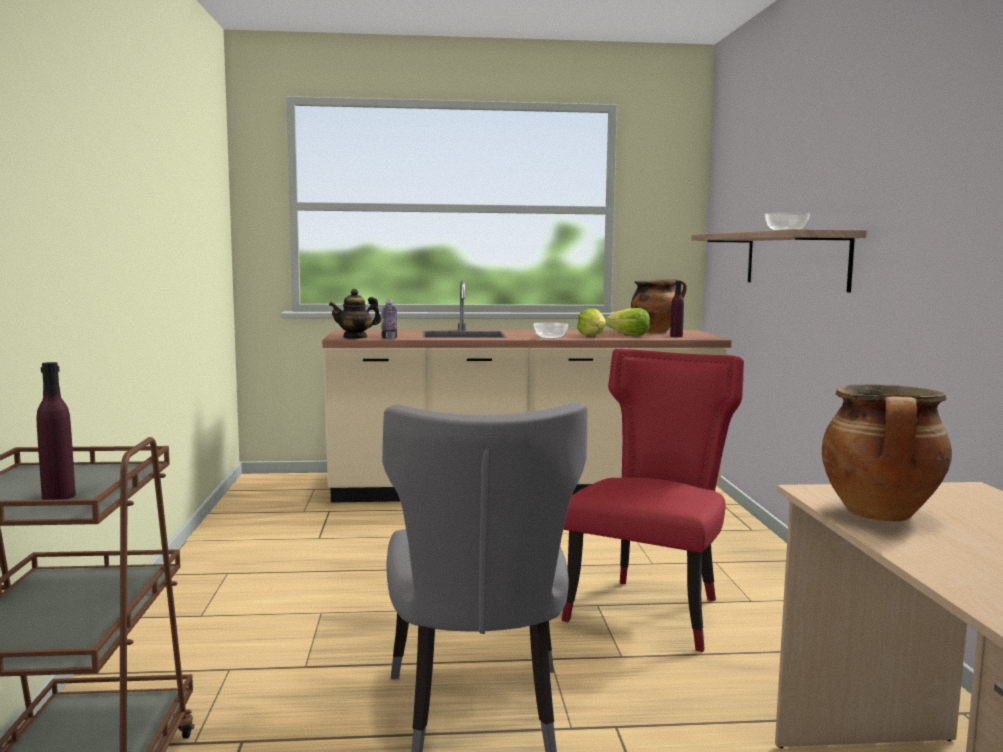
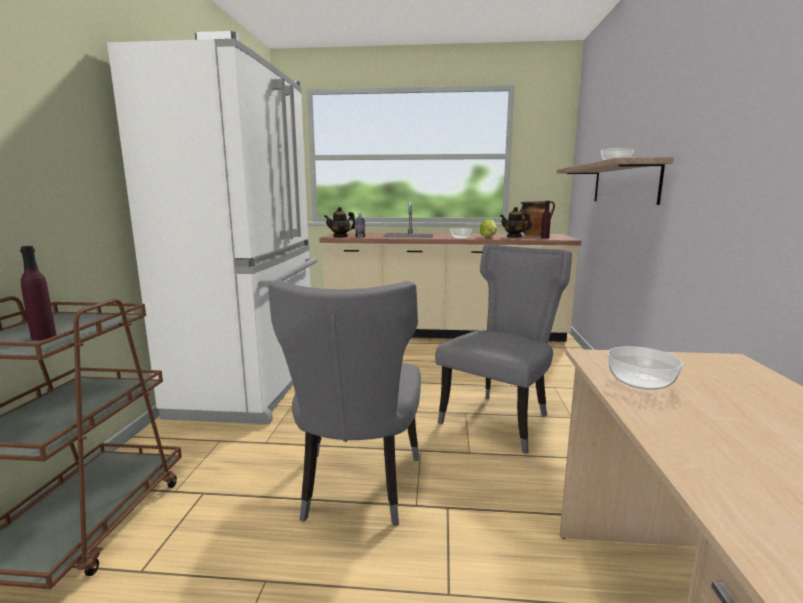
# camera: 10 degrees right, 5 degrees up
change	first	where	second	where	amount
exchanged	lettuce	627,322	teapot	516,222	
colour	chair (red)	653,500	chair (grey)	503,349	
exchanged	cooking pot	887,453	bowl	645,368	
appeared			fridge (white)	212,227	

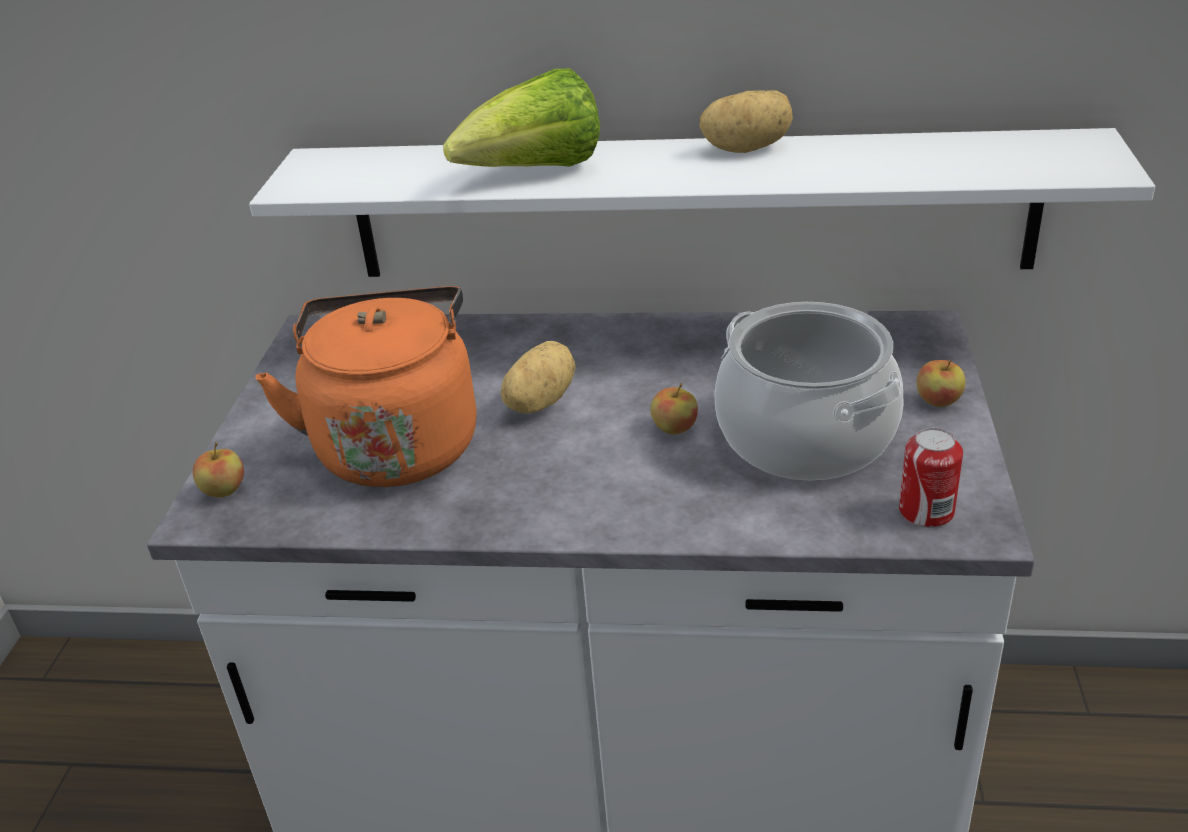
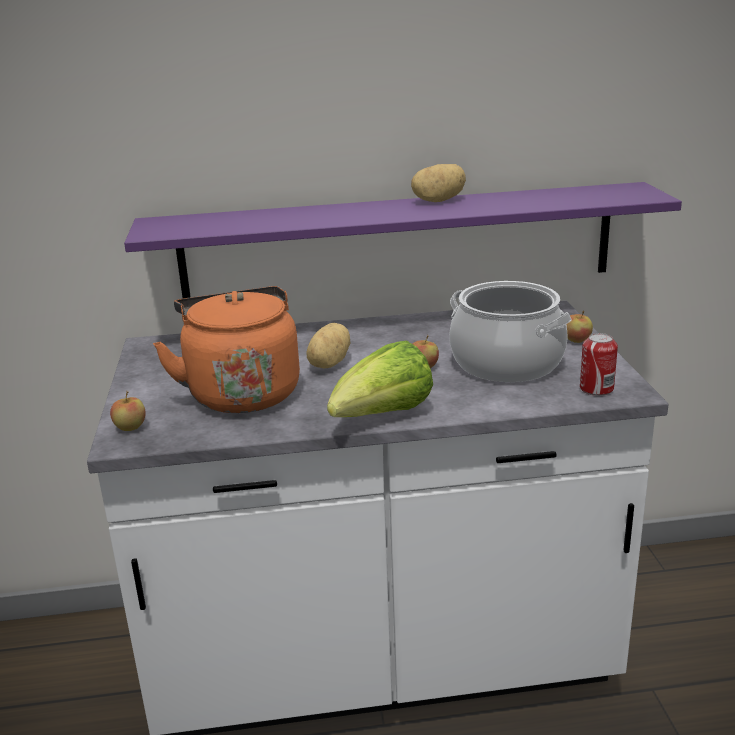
# camera: 15 degrees left, 10 degrees down
change	first	where	second	where	amount
relocated	lettuce	521,117		380,378	
colour	shelf (white)	702,202	shelf (purple)	403,240	

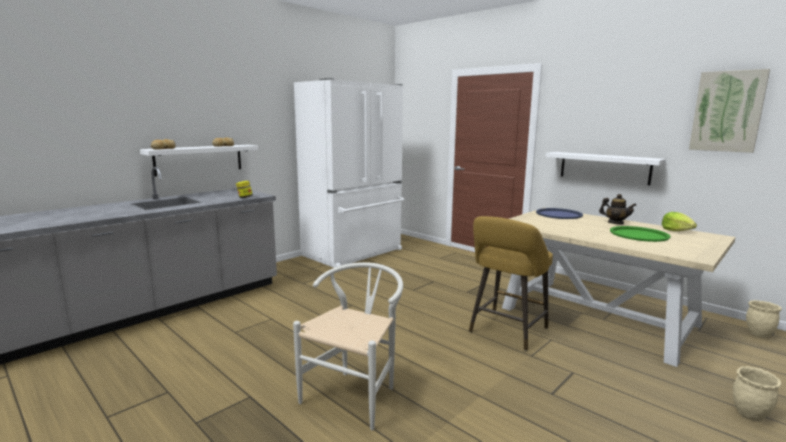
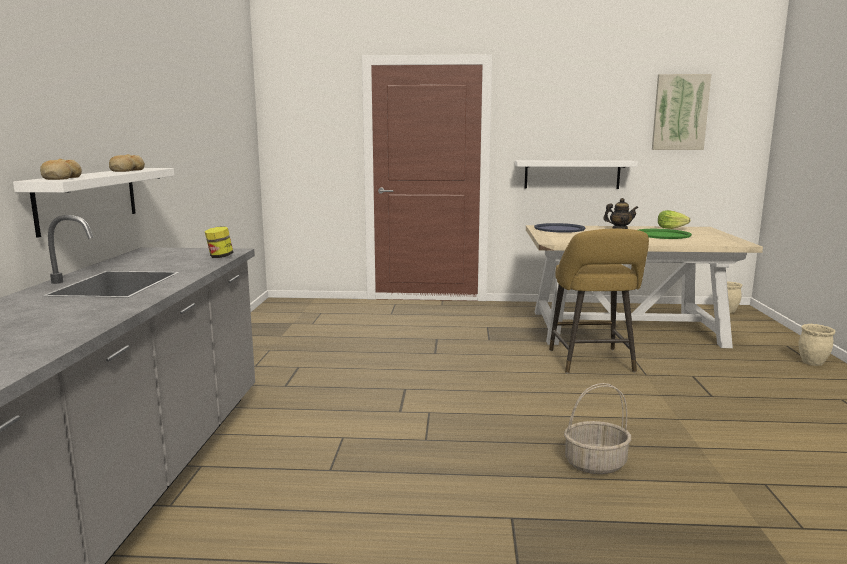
# camera: 40 degrees left, 0 degrees up
change	first	where	second	where	amount
missing	fridge (white)	349,173			
exchanged	chair (white)	348,346	basket	597,428	

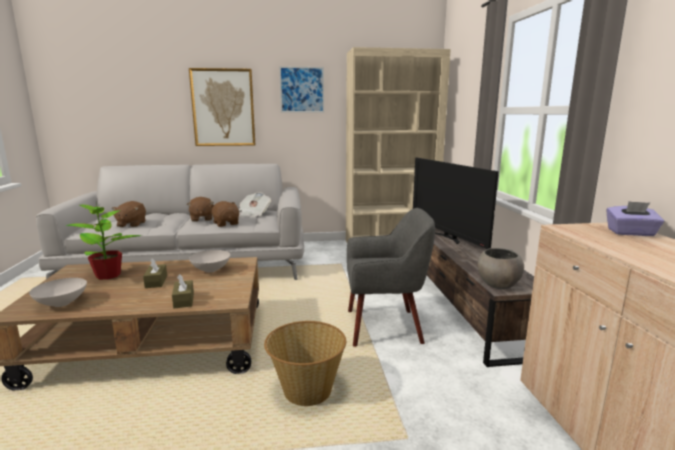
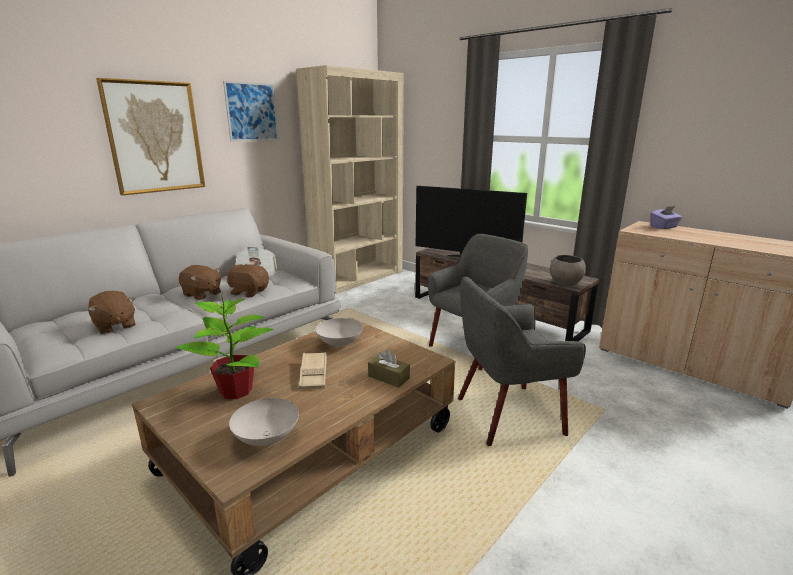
# camera: 40 degrees left, 5 degrees up
change	first	where	second	where	amount
exchanged	tissue box (brown)	155,273	tray (beige)	313,370	
exchanged	basket	305,363	armchair (grey)	522,361	

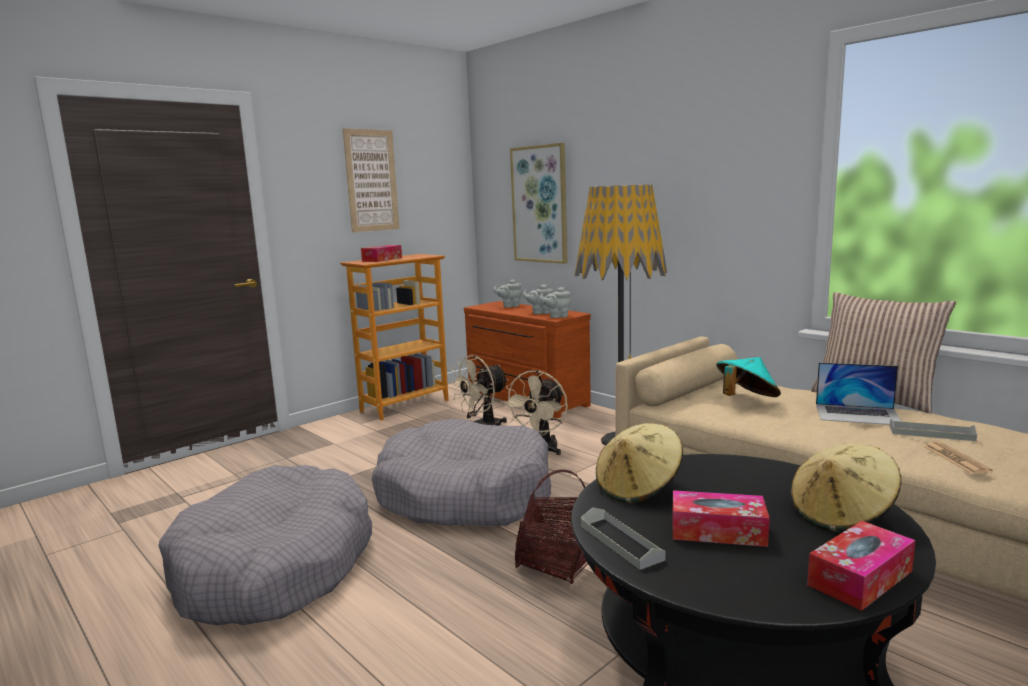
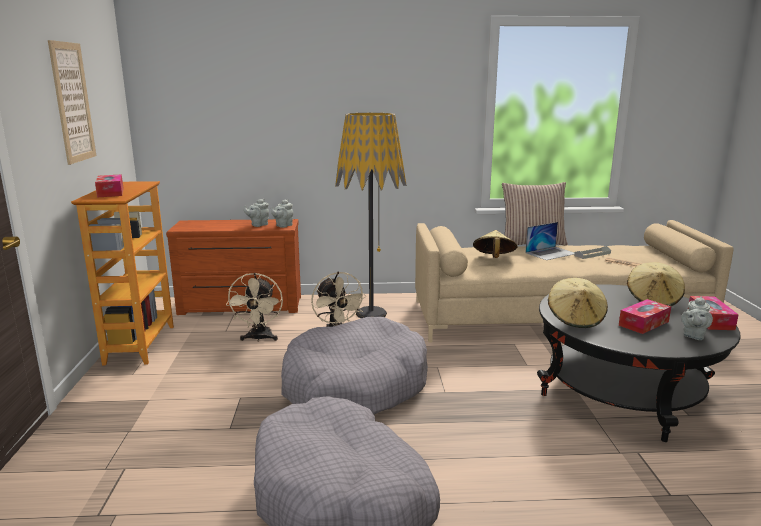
# camera: 50 degrees left, 5 degrees up
change	first	where	second	where	amount
missing	picture	539,203			
relocated	teapot (grey)	507,293		697,318	
colour	hat (turquoise)	748,377	hat (beige)	495,244	
missing	basket	551,526			
missing	tray (grey)	623,538			

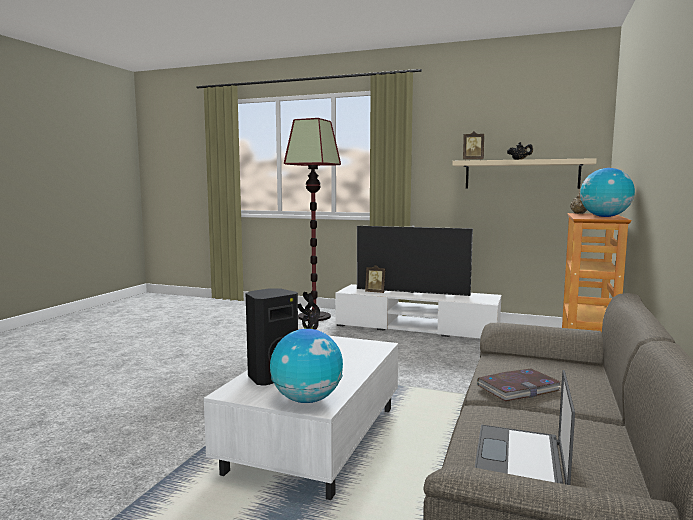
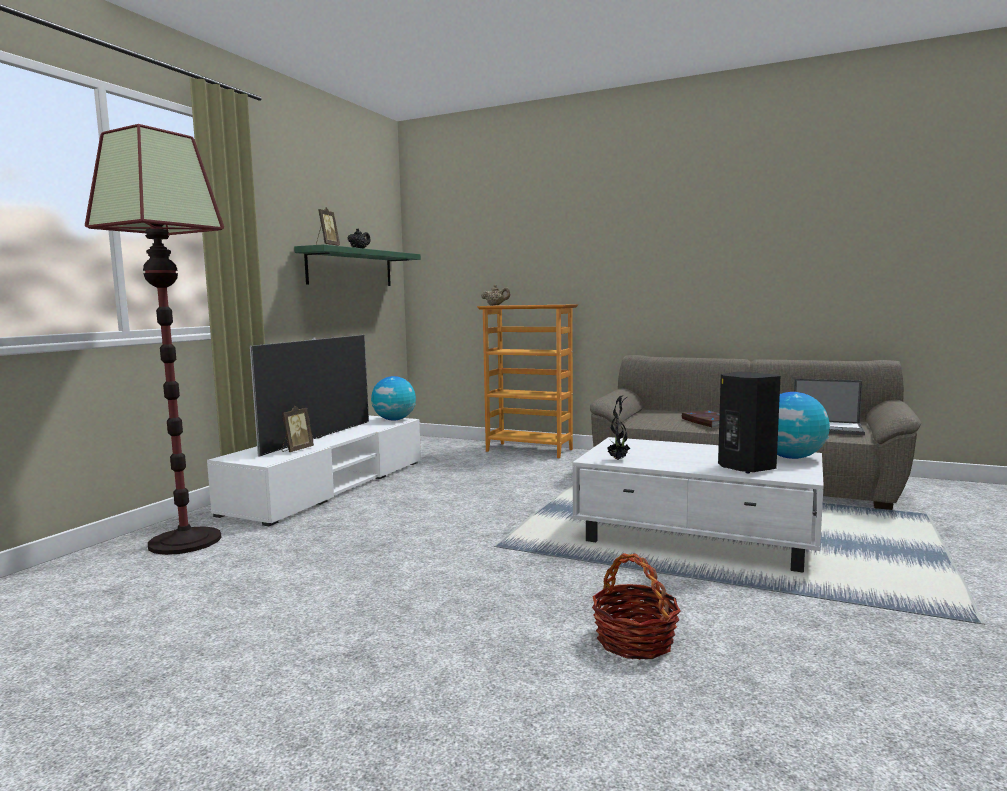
# camera: 85 degrees left, 0 degrees up
change	first	where	second	where	amount
colour	shelf (beige)	524,173	shelf (green)	357,265	
relocated	globe	607,192		393,398	
appeared			basket	636,606	

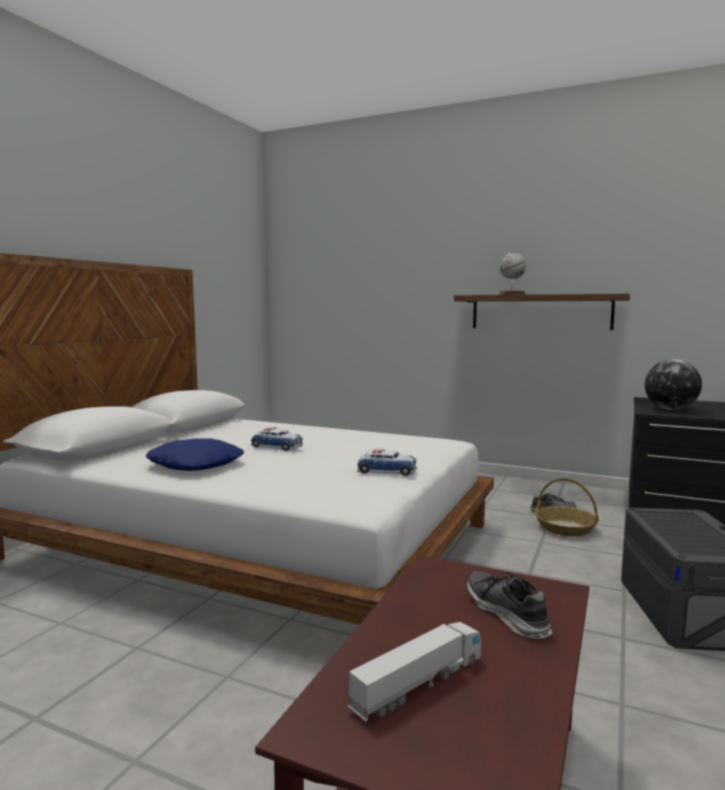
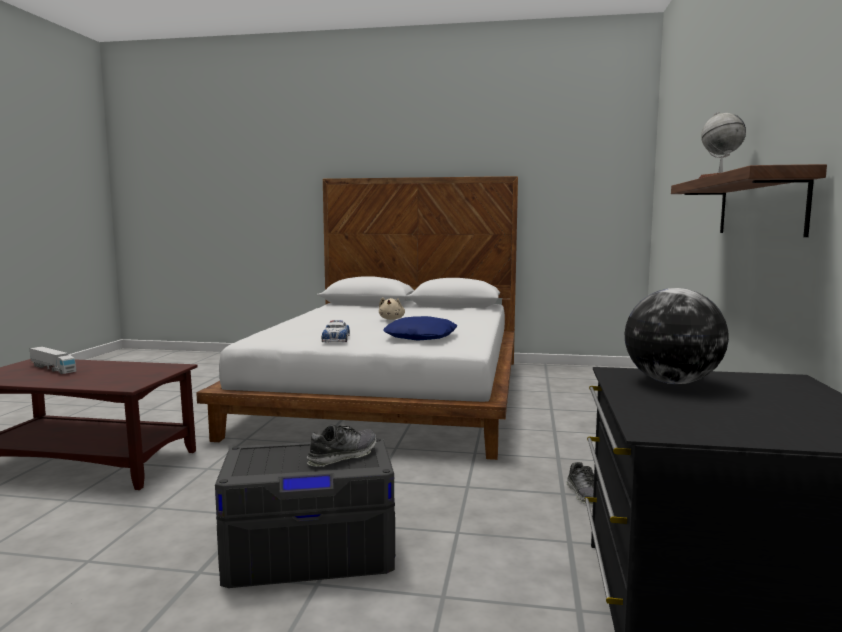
# camera: 75 degrees right, 0 degrees up
change	first	where	second	where	amount
exchanged	toy car	277,439	plush toy (beige)	392,308	
relocated	pillow (blue)	195,454		420,328	
missing	basket	567,507			
relocated	shoe	509,605		341,445	

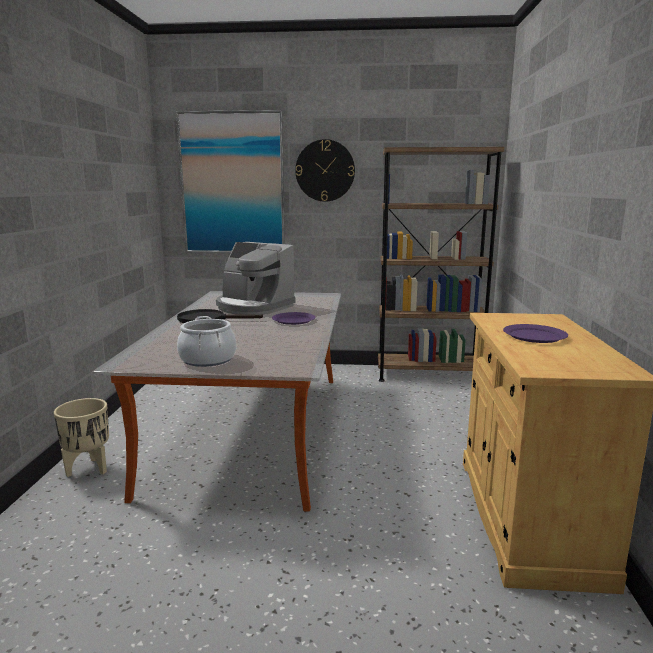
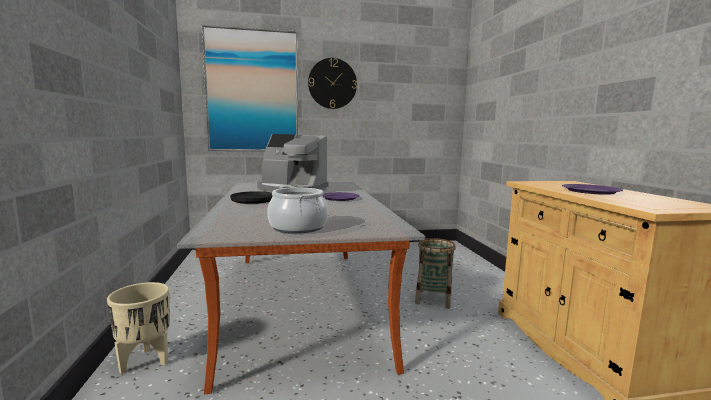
# camera: 15 degrees left, 5 degrees down
change	first	where	second	where	amount
missing	bookcase (brown)	441,264			
appeared			basket	435,273	

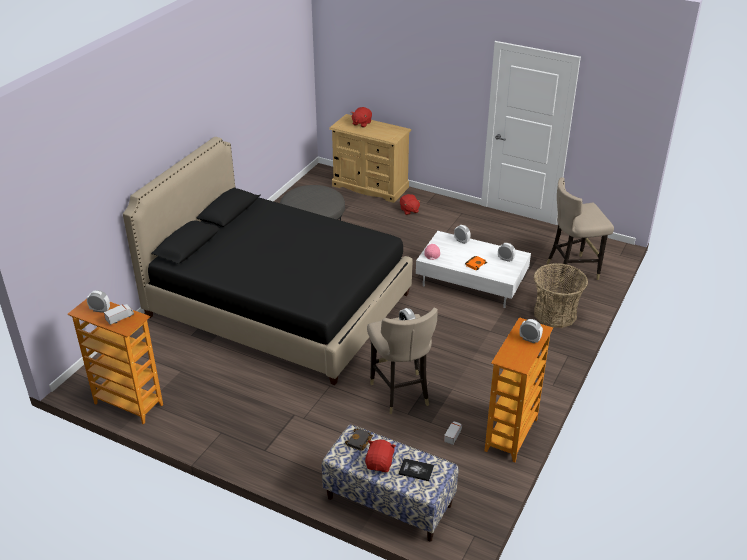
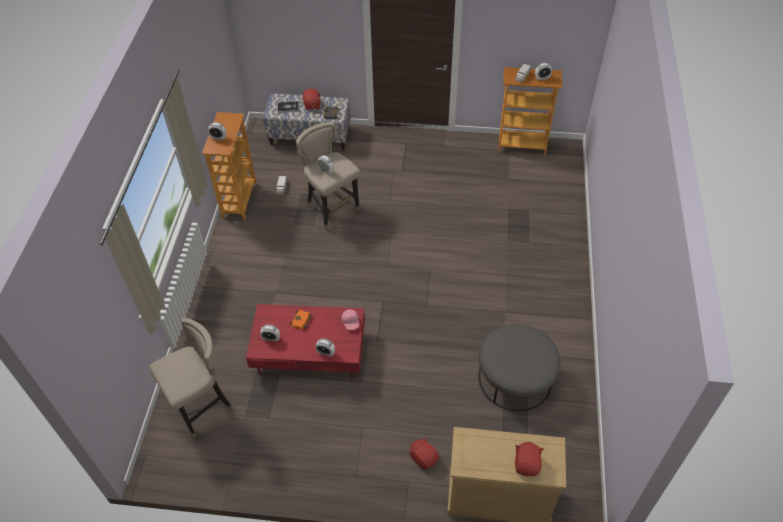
# camera: 160 degrees right, 15 degrees up
change	first	where	second	where	amount
missing	bed (black)	268,261			
colour	coffee table (white)	473,269	coffee table (red)	305,341	
missing	basket	561,295			

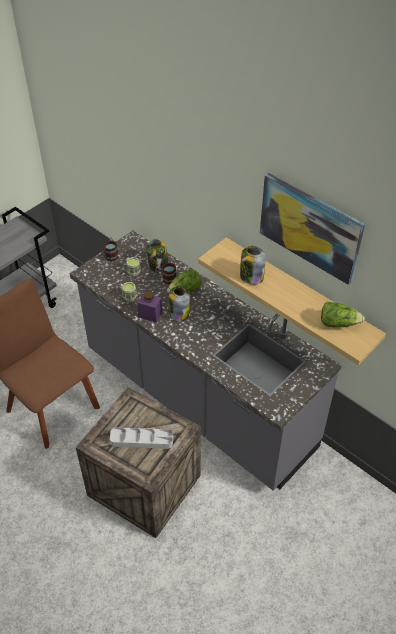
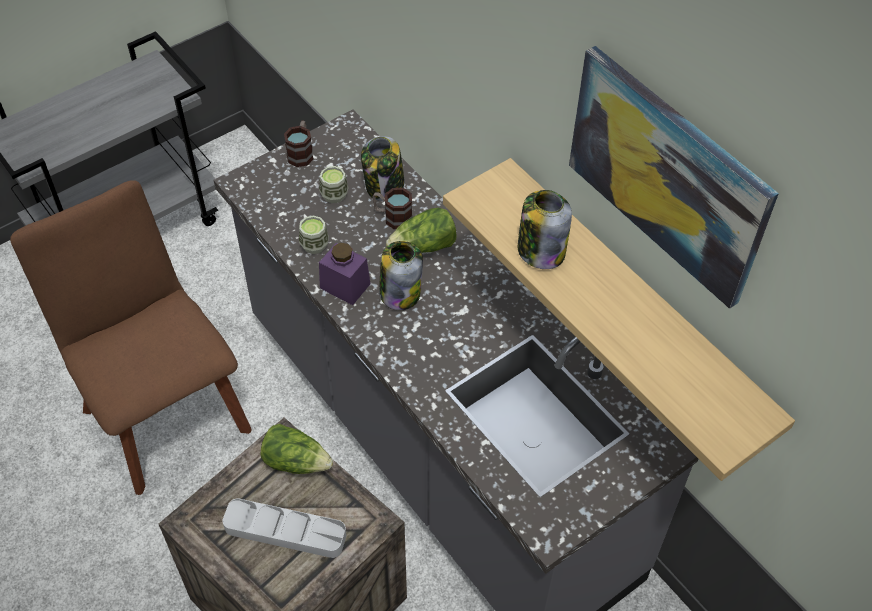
# camera: 10 degrees right, 5 degrees up
change	first	where	second	where	amount
relocated	lettuce	343,314		296,449	

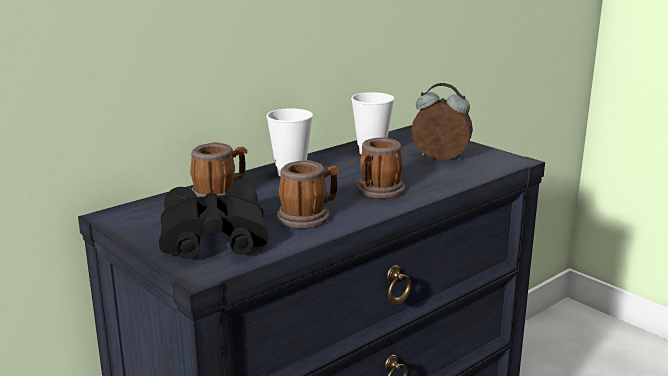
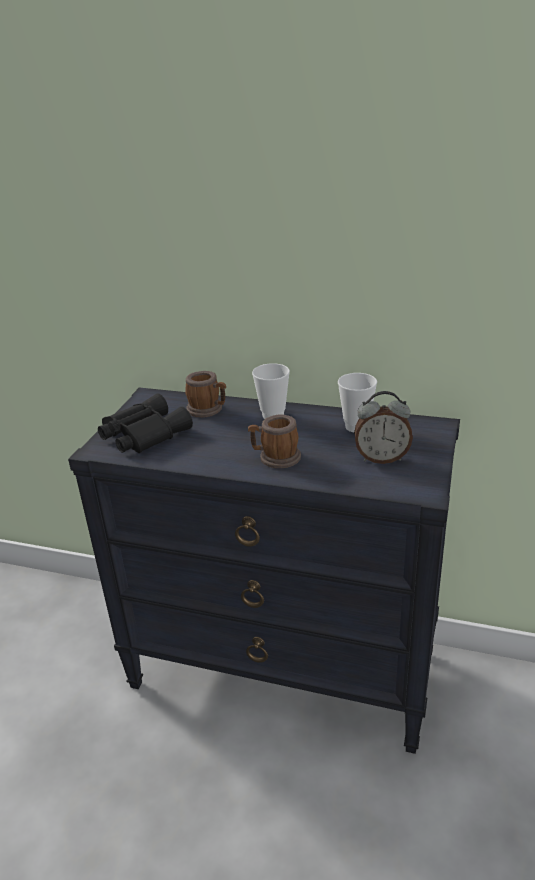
# camera: 60 degrees right, 10 degrees up
change	first	where	second	where	amount
spun	alarm clock	442,121		383,427	105 degrees clockwise
missing	mug	308,194			

